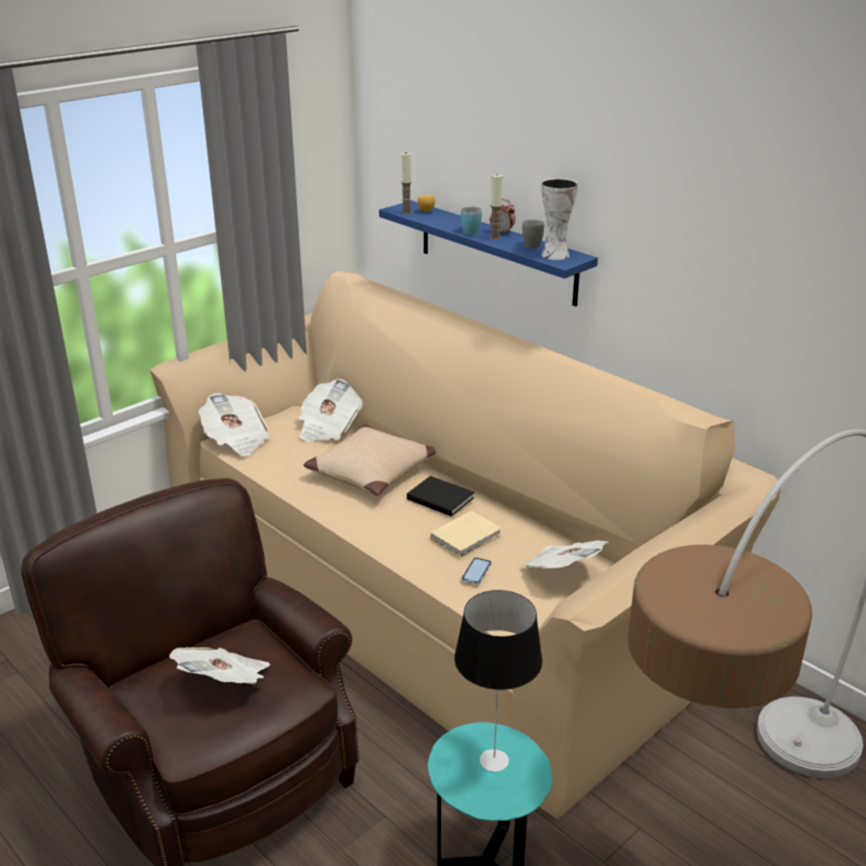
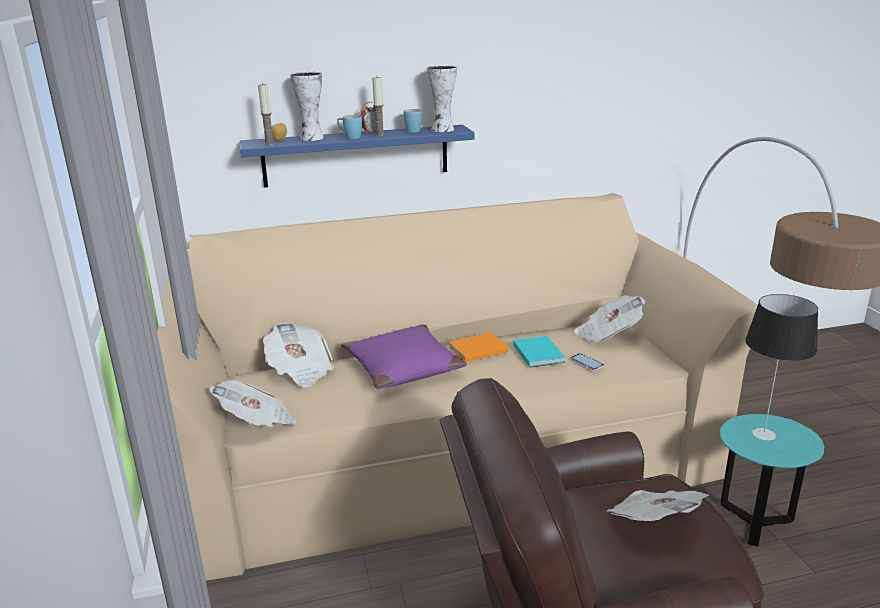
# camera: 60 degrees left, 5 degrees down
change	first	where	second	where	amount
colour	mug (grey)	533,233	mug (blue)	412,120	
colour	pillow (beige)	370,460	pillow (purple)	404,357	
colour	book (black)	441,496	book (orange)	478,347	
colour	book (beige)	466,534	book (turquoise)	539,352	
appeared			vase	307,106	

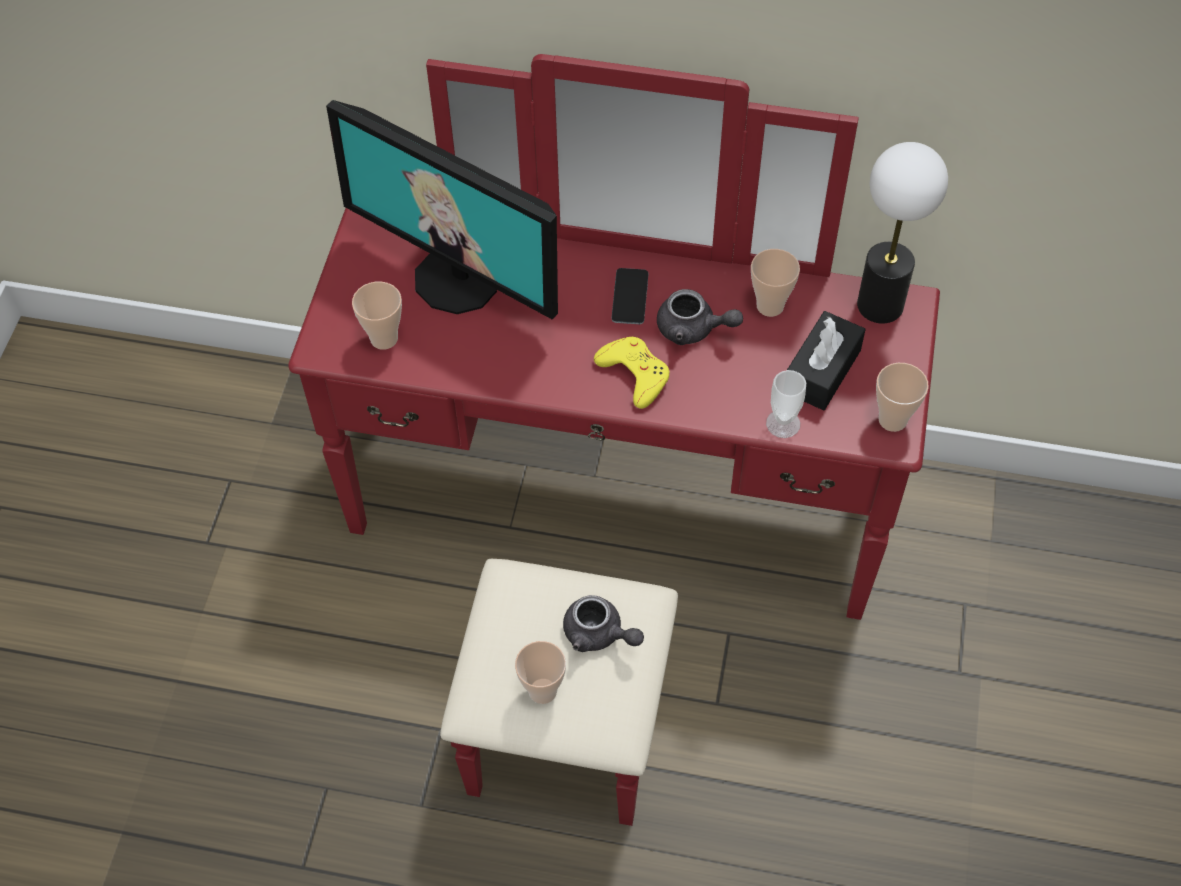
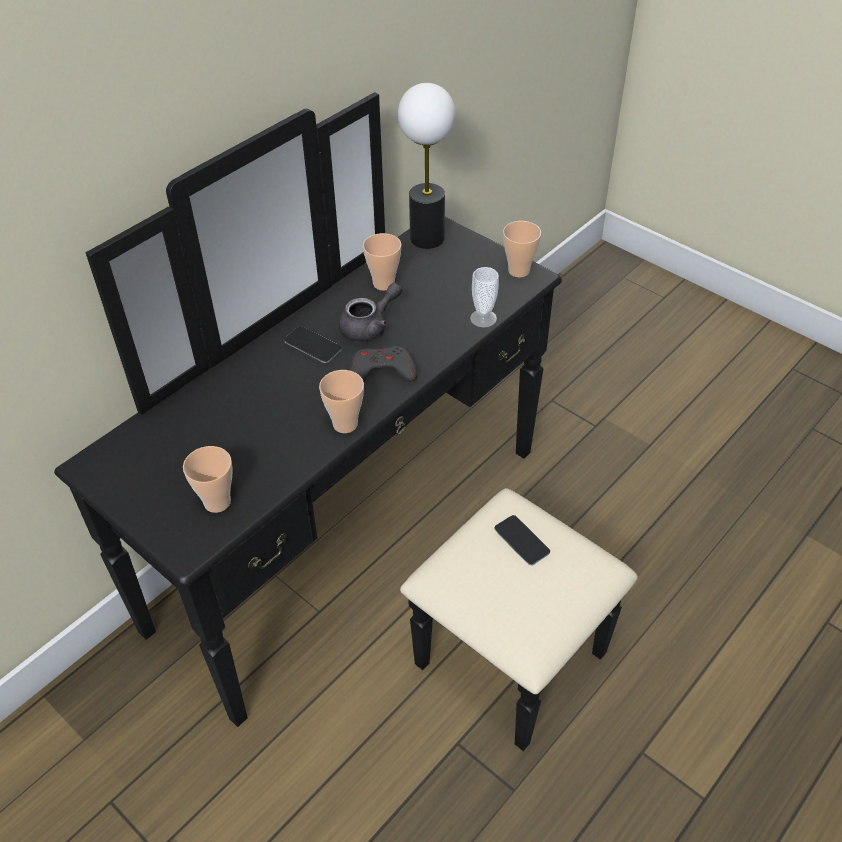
# camera: 60 degrees left, 10 degrees down
change	first	where	second	where	amount
colour	dresser (red)	614,440	dresser (black)	346,421	
missing	monitor	442,210			
missing	tissue box (black)	826,360			
colour	game controller (yellow)	632,373	game controller (grey)	383,364	
exchanged	teapot (grey)	603,623	phone	522,540	
relocated	cup	540,672		341,401	

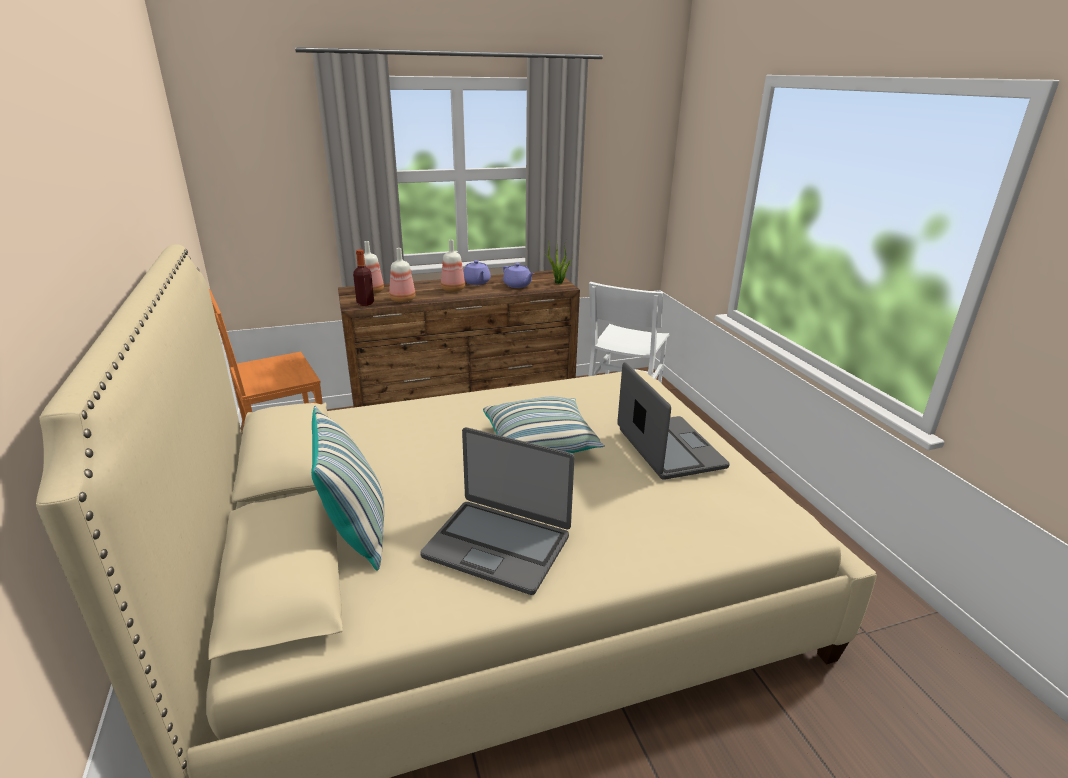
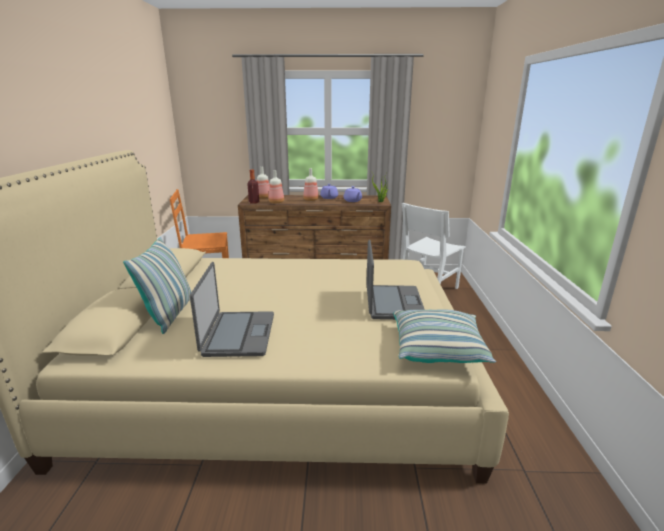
# camera: 20 degrees right, 5 degrees down
change	first	where	second	where	amount
relocated	pillow	544,425		444,336	
spun	laptop	497,511		232,309	135 degrees counterclockwise

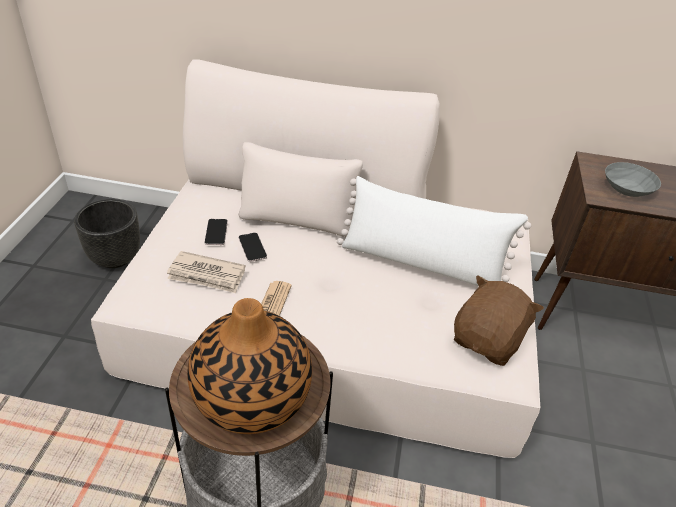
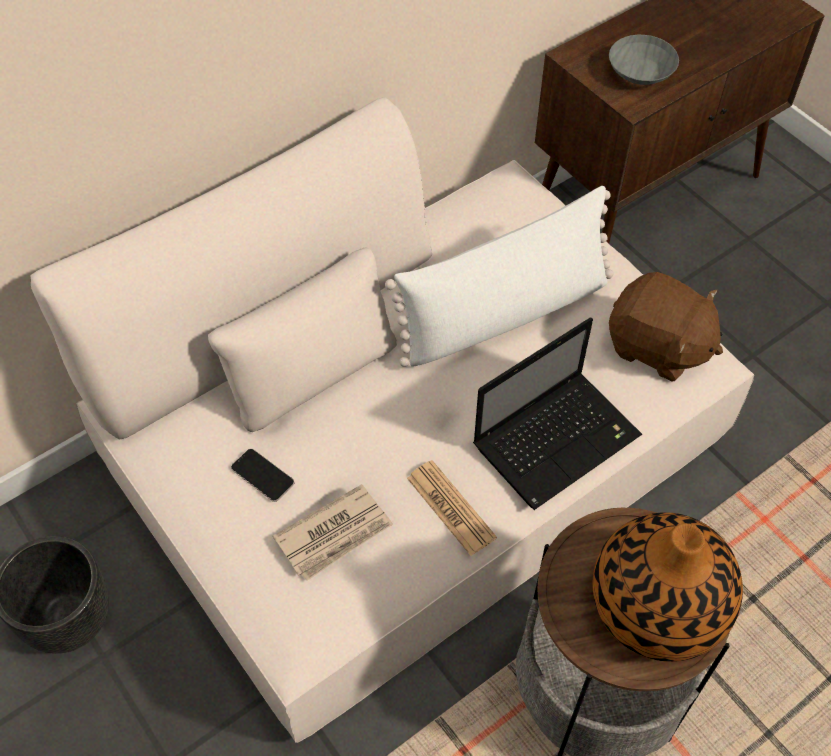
# camera: 45 degrees left, 15 degrees up
change	first	where	second	where	amount
missing	phone	252,247			
spun	plush toy (brown)	499,321		666,327	135 degrees clockwise
appeared			laptop	557,413	

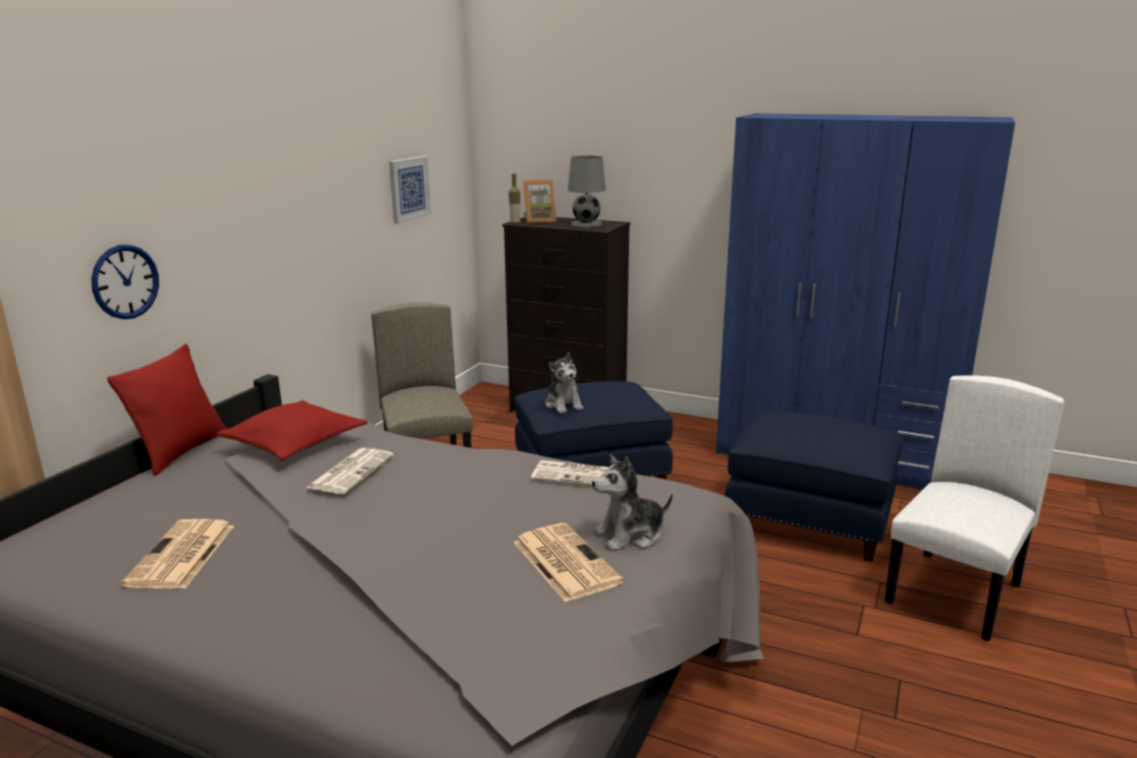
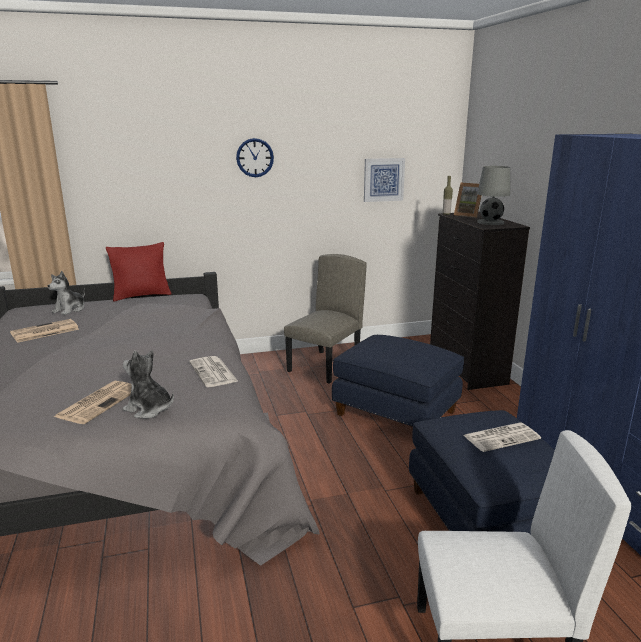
# camera: 50 degrees right, 0 degrees up
change	first	where	second	where	amount
relocated	wall clock	125,282		255,157	
relocated	plush toy	564,383		66,293	
missing	pillow (red)	292,430			
relocated	newspaper	350,471		502,437	

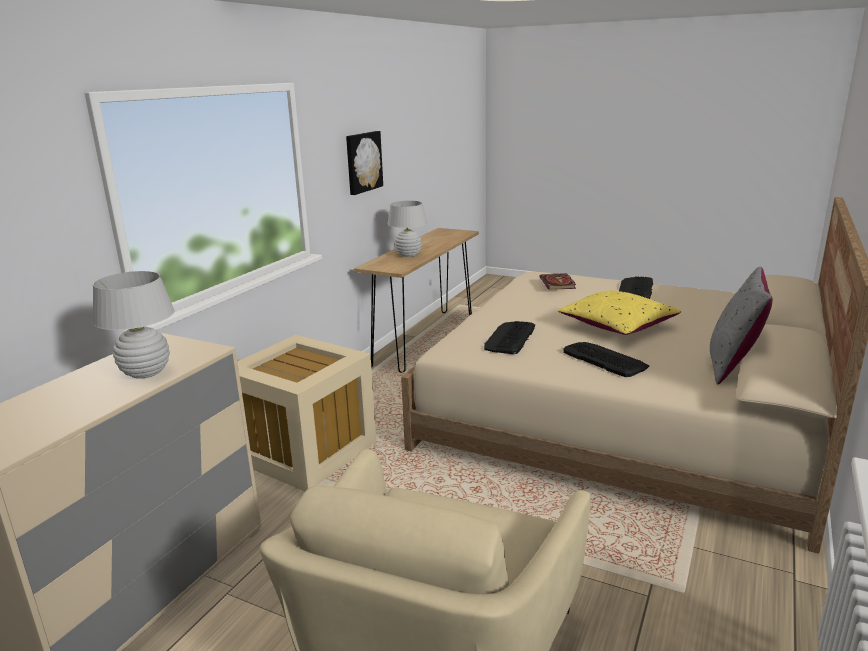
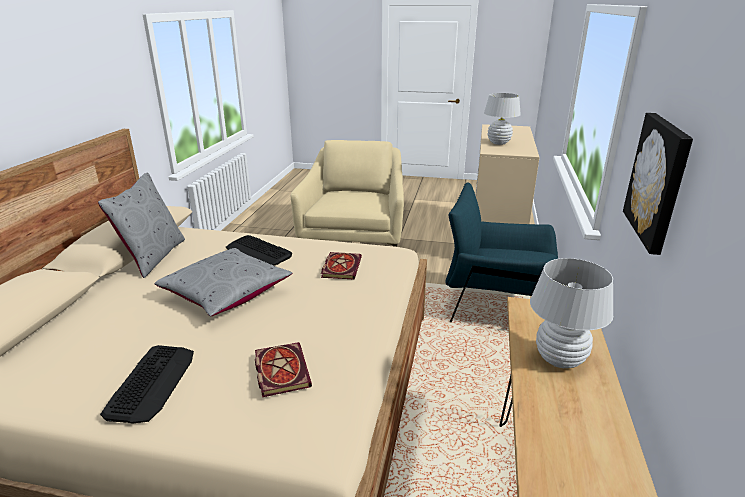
# camera: 165 degrees right, 5 degrees up
change	first	where	second	where	amount
colour	pillow (yellow)	620,313	pillow (grey)	223,282	
exchanged	keyboard	509,337	book	341,265	
exchanged	storage box (beige)	306,413	armchair (blue)	501,252	

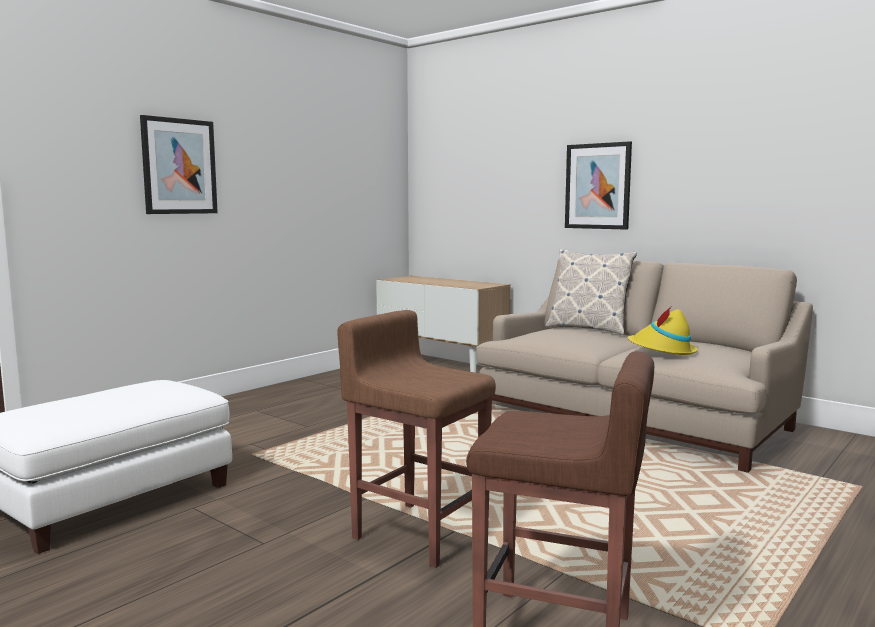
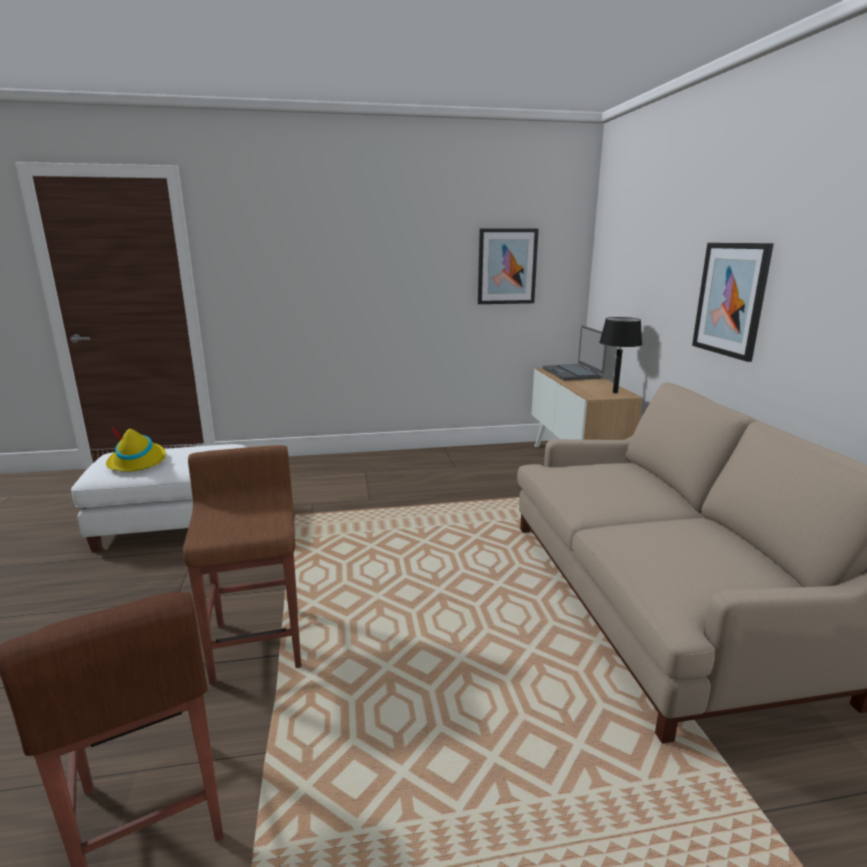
# camera: 40 degrees right, 10 degrees up
change	first	where	second	where	amount
relocated	picture	179,164		508,266	
missing	pillow	591,292			
relocated	hat (yellow)	663,331		136,449	
appeared			table lamp (black)	620,355	
appeared			laptop	575,353	

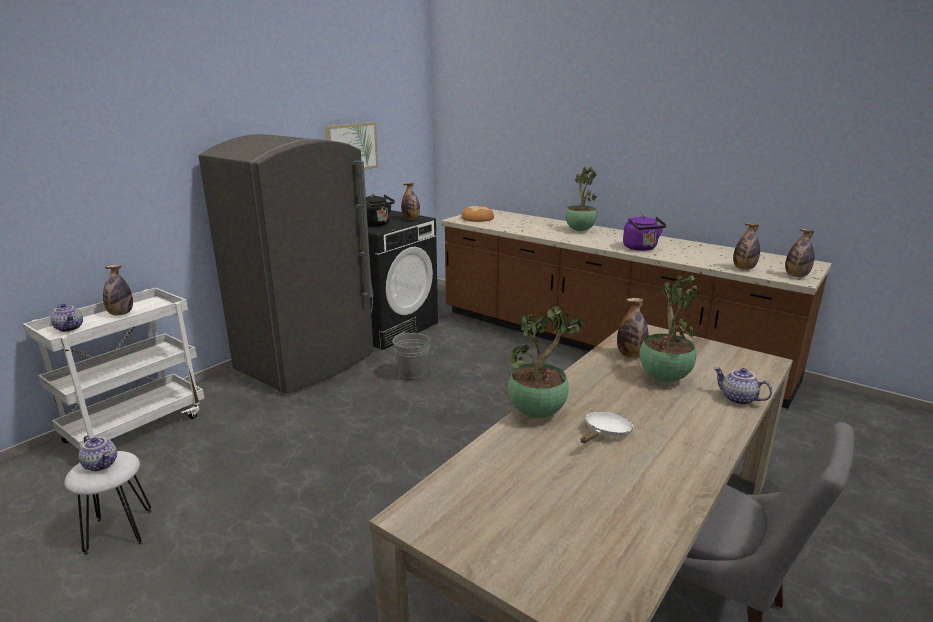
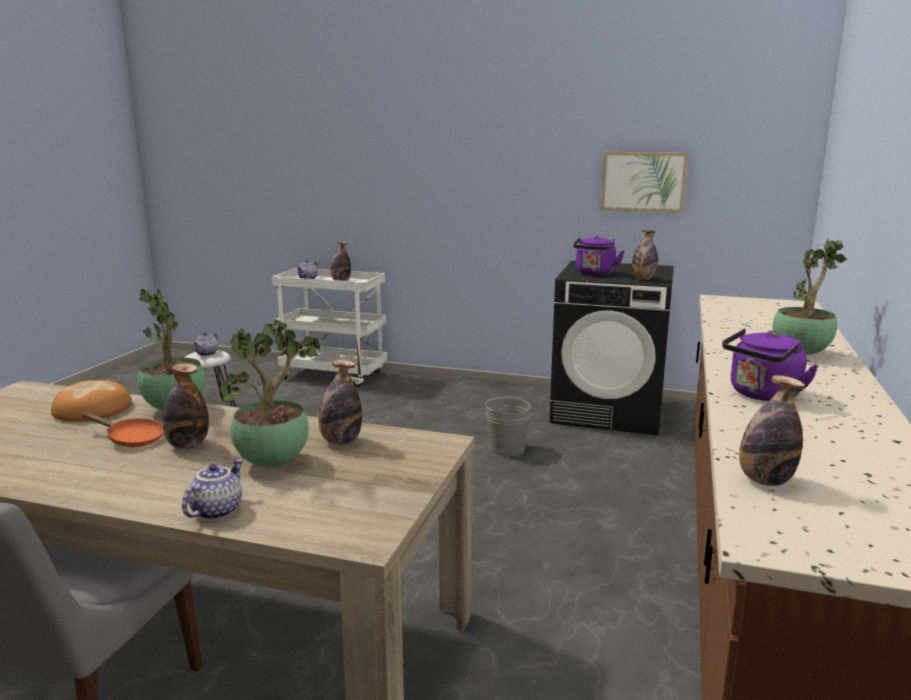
# camera: 70 degrees right, 5 degrees down
change	first	where	second	where	amount
missing	fridge (grey)	286,264			
colour	kettle (black)	380,210	kettle (purple)	598,255	
relocated	bread	477,214		91,401	
relocated	bottle	800,253		185,406	
colour	frying pan (white)	607,427	frying pan (orange)	123,429	

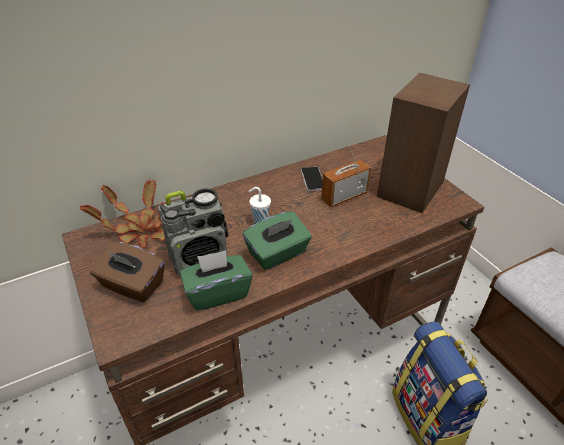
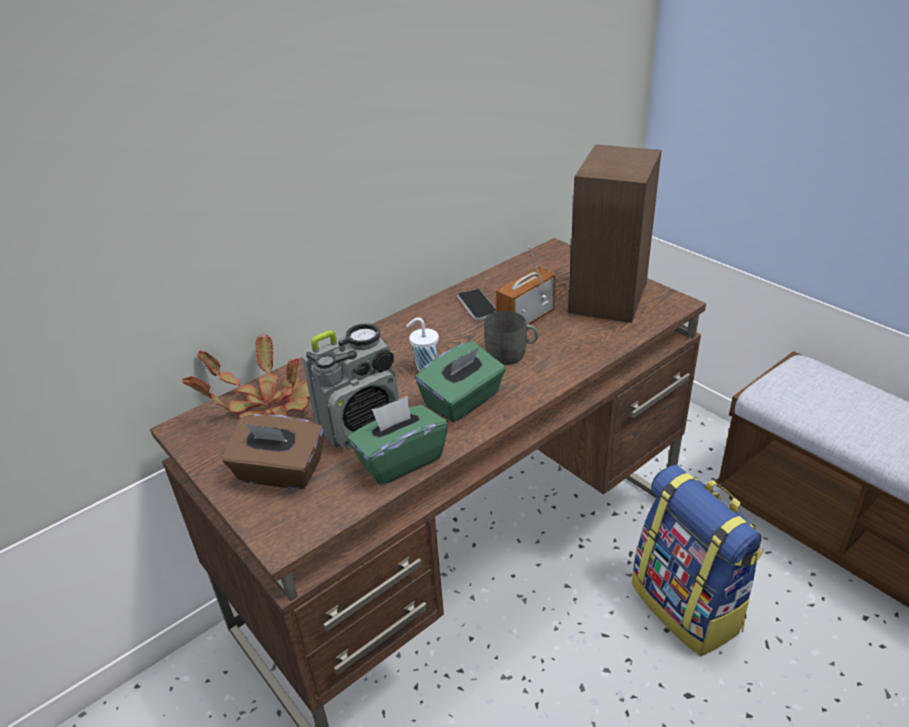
# camera: 10 degrees left, 5 degrees down
change	first	where	second	where	amount
appeared			mug (grey)	511,338	

